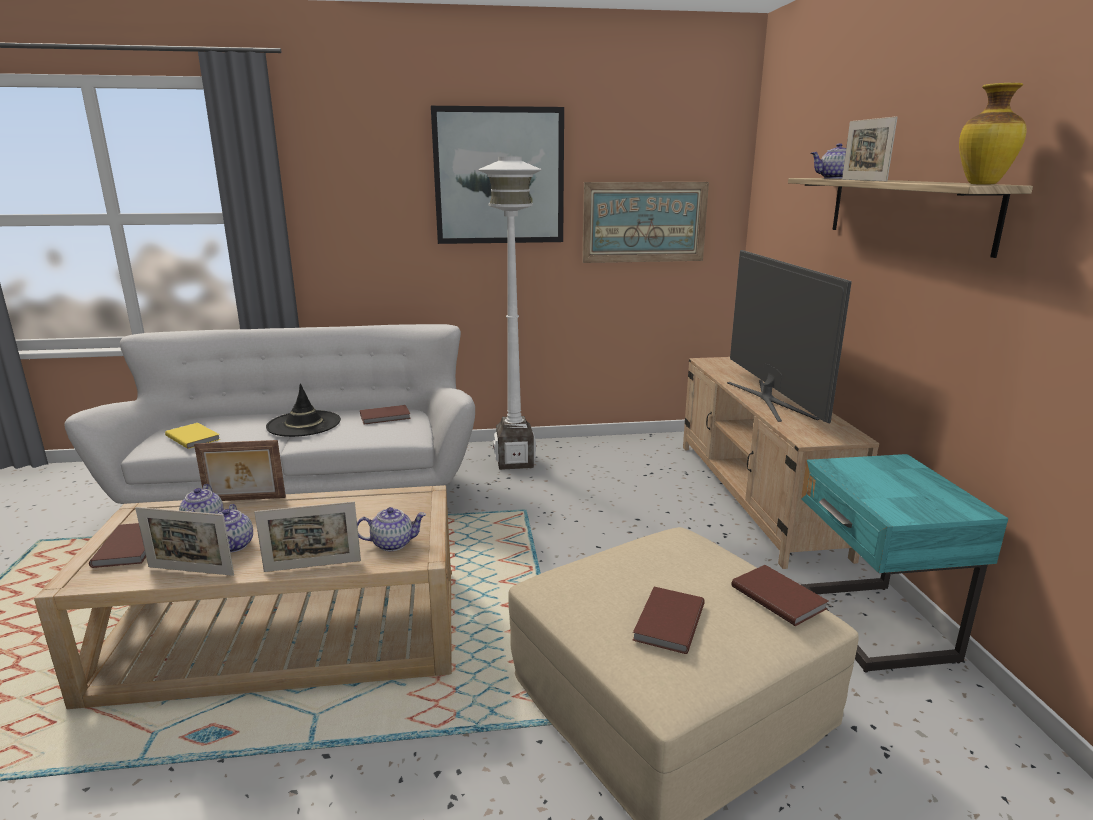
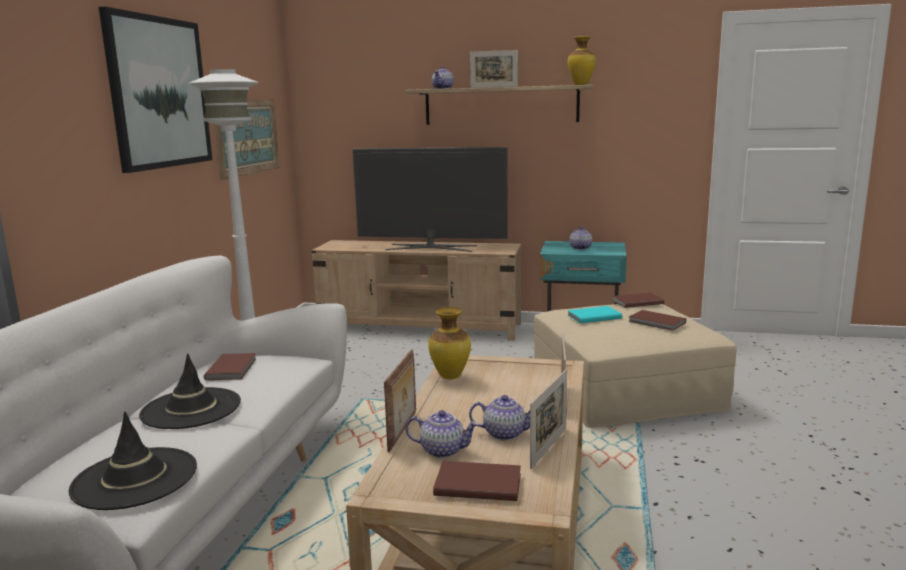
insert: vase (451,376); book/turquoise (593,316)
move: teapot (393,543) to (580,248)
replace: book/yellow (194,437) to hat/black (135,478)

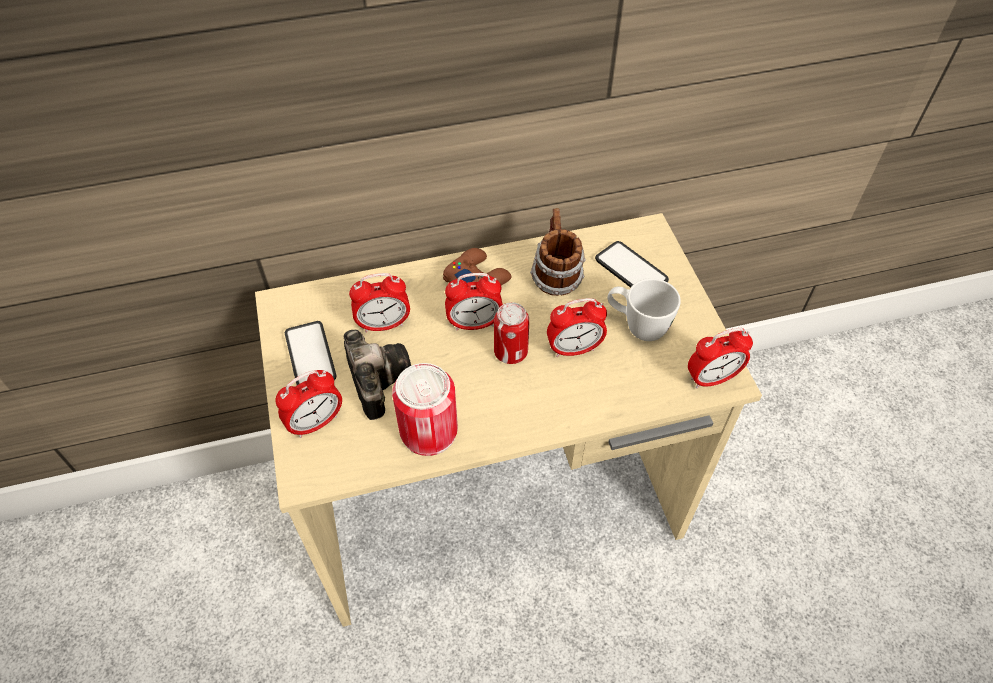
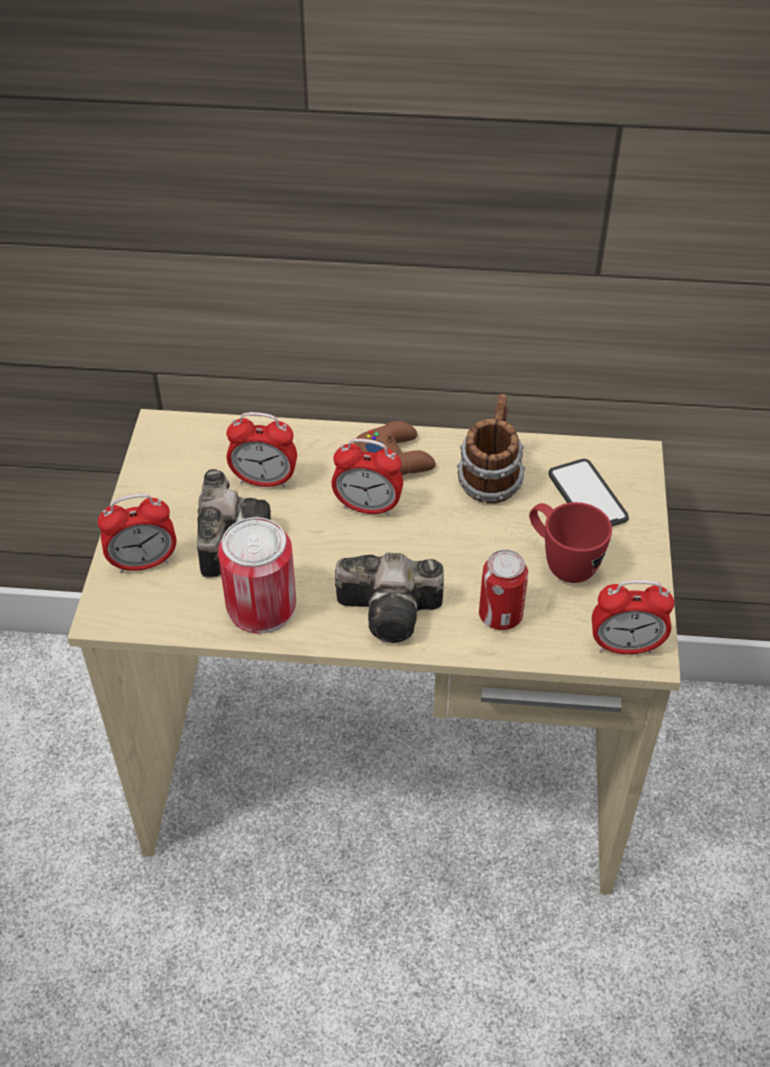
delete: phone (310,355); alarm clock (574,349)
insert: photo camera (394,611)
move: can (510,352) to (500,615)
recolor: mug/white (637,326) to mug/red (561,562)

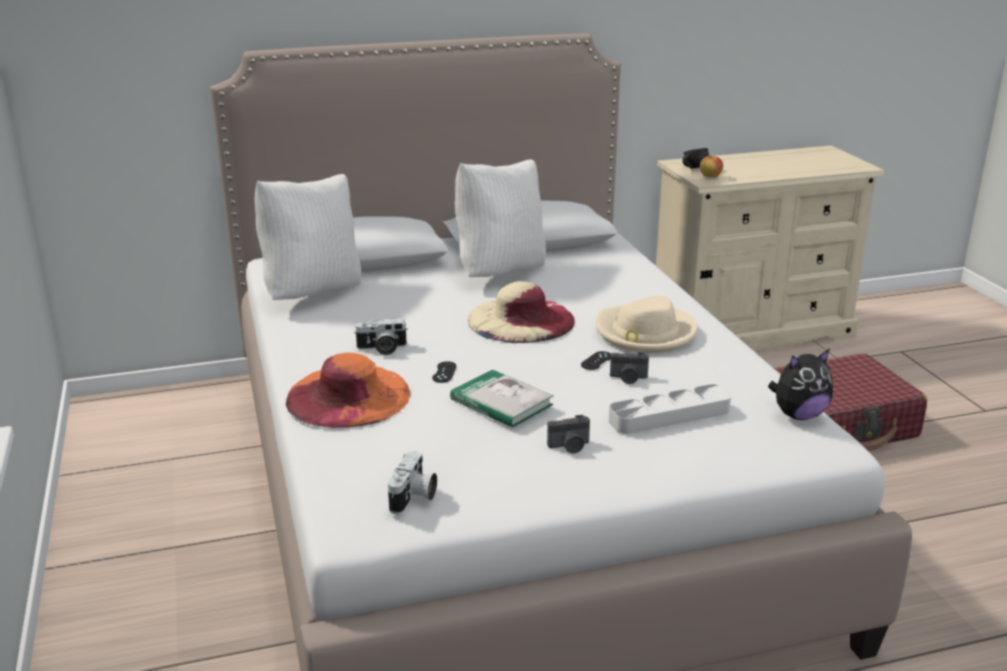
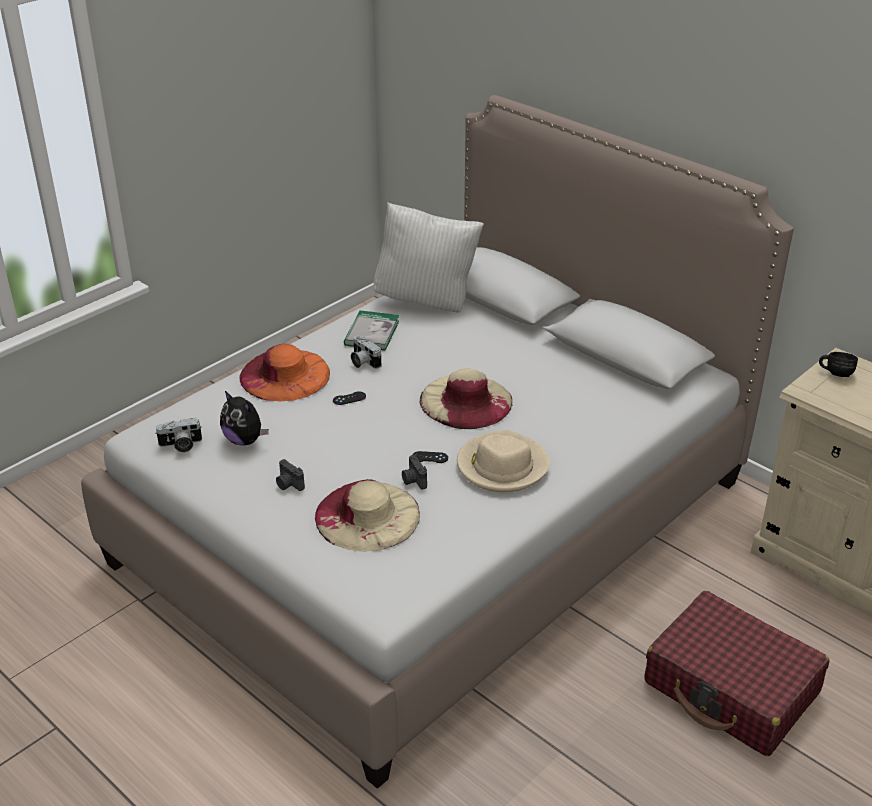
delete: pillow/white (500,271); apple (710,177)
move: plush toy (798,415) to (245,440); book (501,402) to (372,333)
replace: tray/grey (669,415) to hat/beige (367,515)

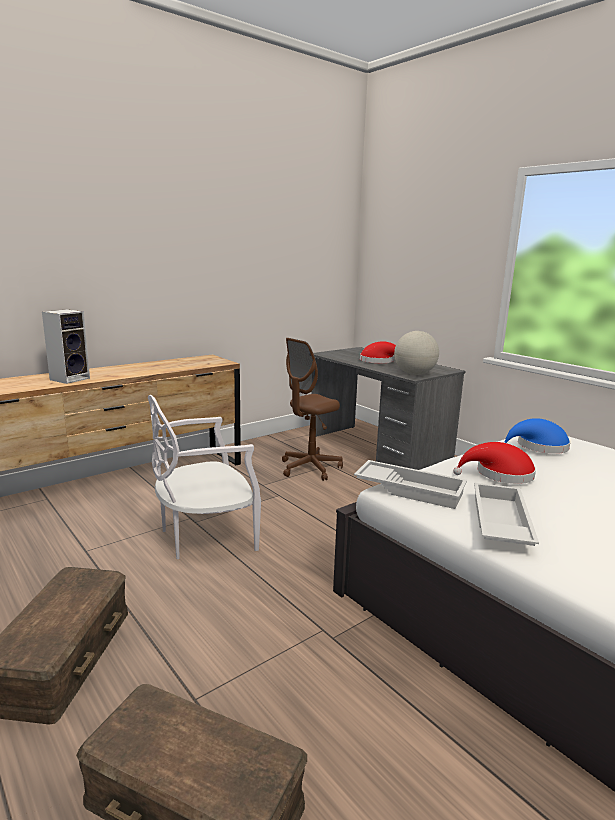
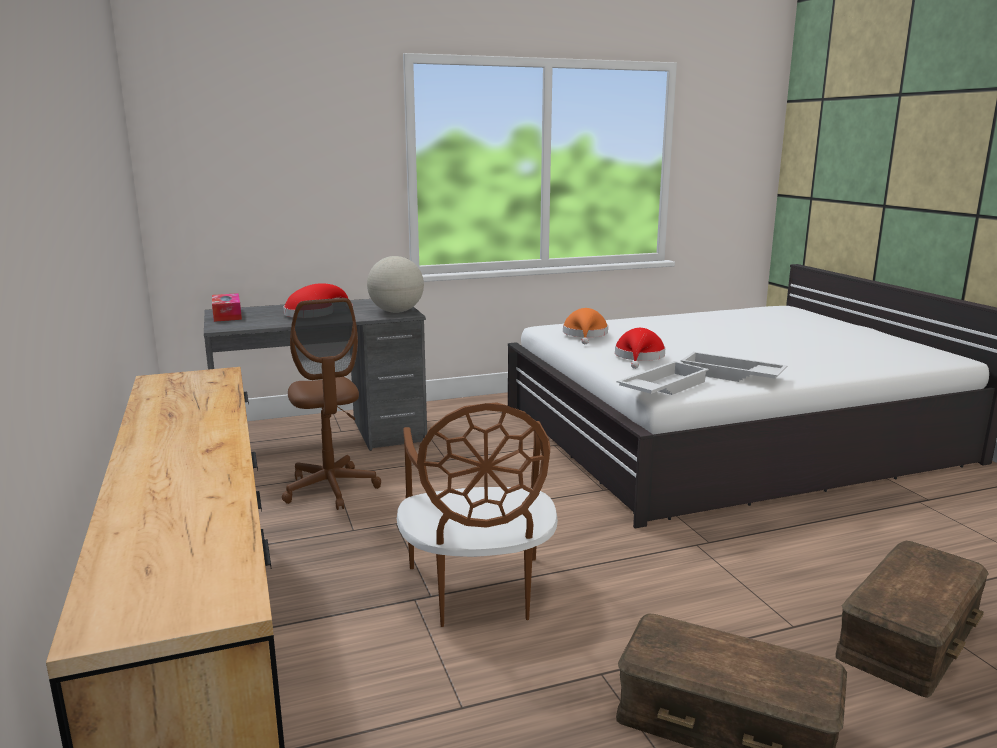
delete: speaker (70,378)
insert: tissue box (227,315)
recolor: chair/white (205,536) to chair/brown (478,592); hat/blue (538,447) to hat/orange (585,335)

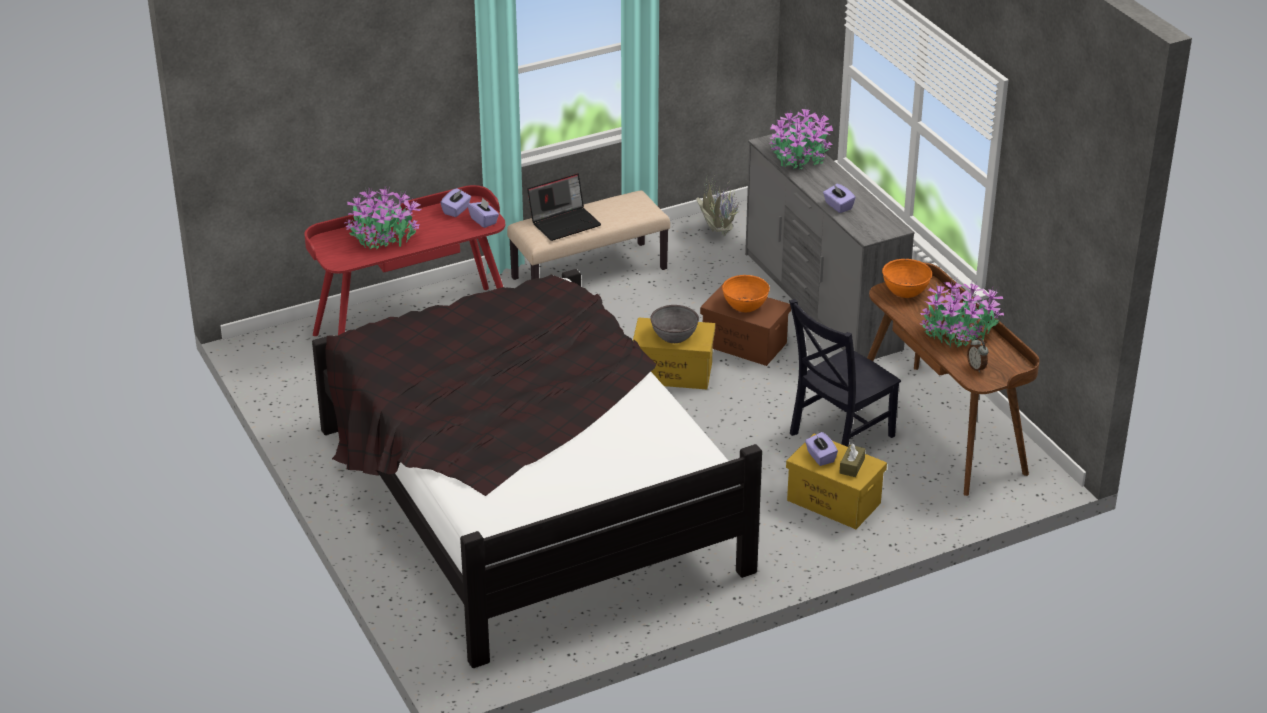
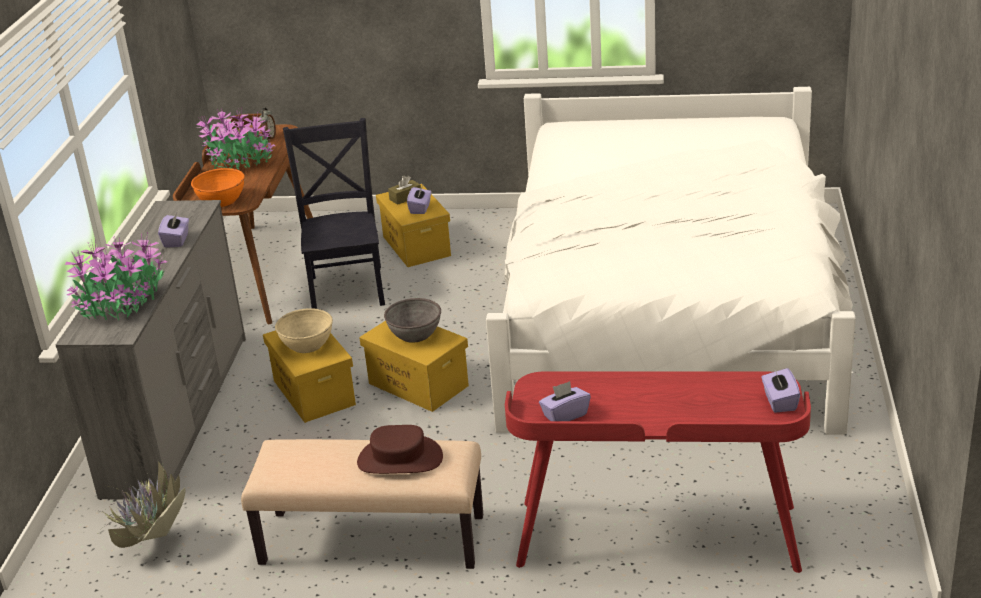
delete: potted plant (384,238)
move: tissue box/purple (483,221) to (779,402)
replace: laptop (565,222) to hat/brown (400,459)
recolor: storage box/brown (745,344) to storage box/yellow (313,392); bowl/orange (745,305) to bowl/beige (307,345); bed/black (526,497) to bed/white (669,313)
rotate: chair/black (838,436) = (347,288) 90 degrees counterclockwise

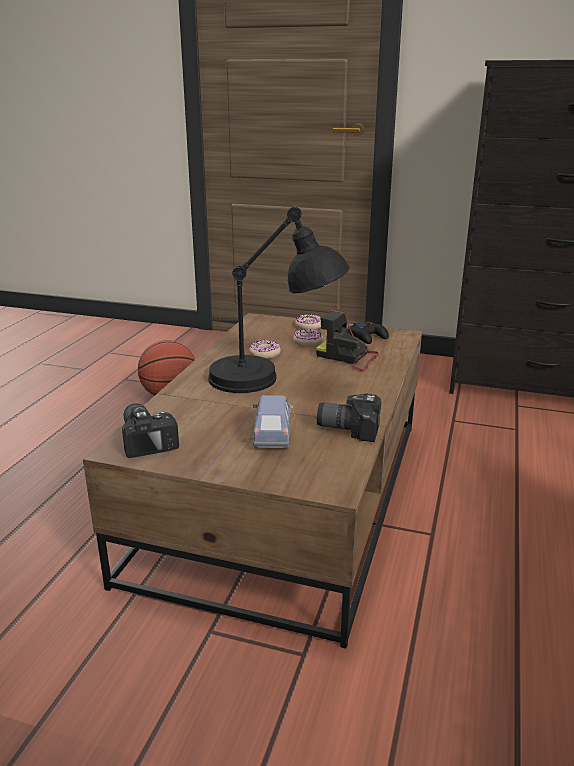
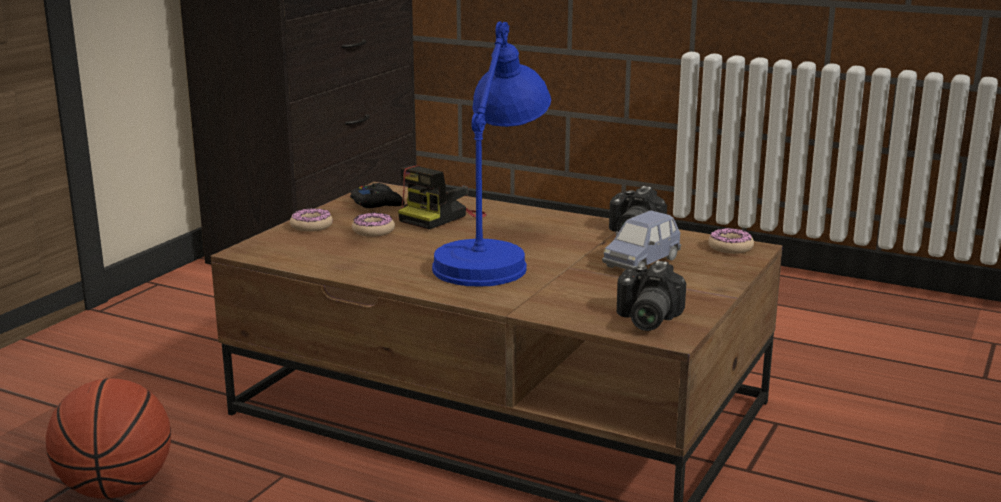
move: donut (264,354) to (730,247)
recolor: table lamp/black (274,380) to table lamp/blue (493,254)
rotate: toy car/blue (272,435) = (641,263) 60 degrees counterclockwise; photo camera (148,439) = (644,319) 60 degrees counterclockwise

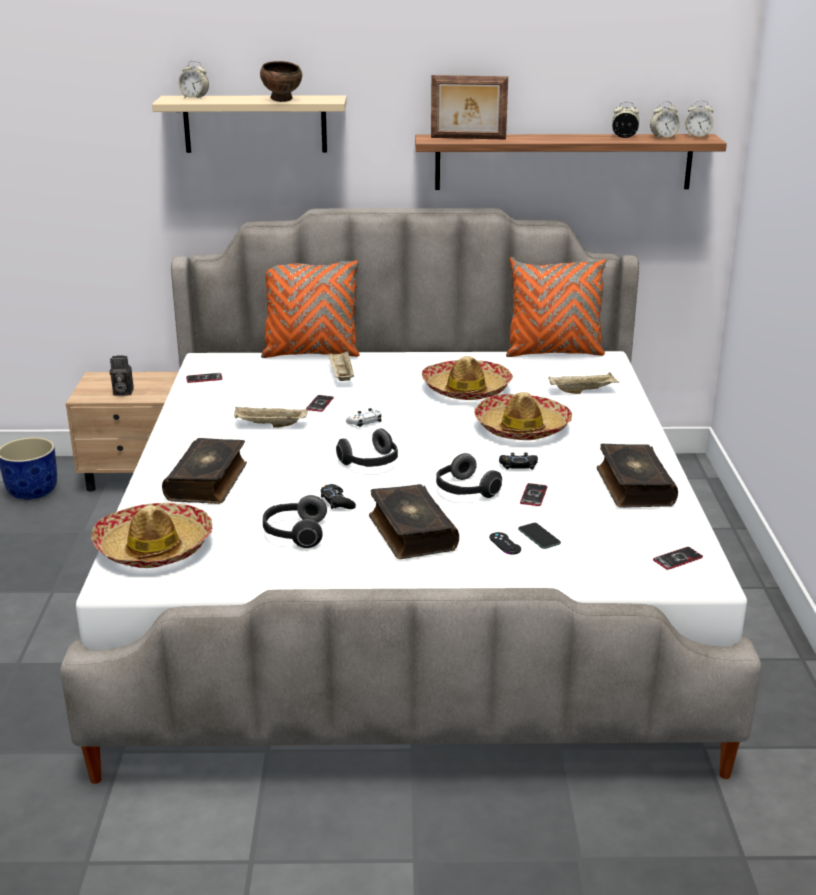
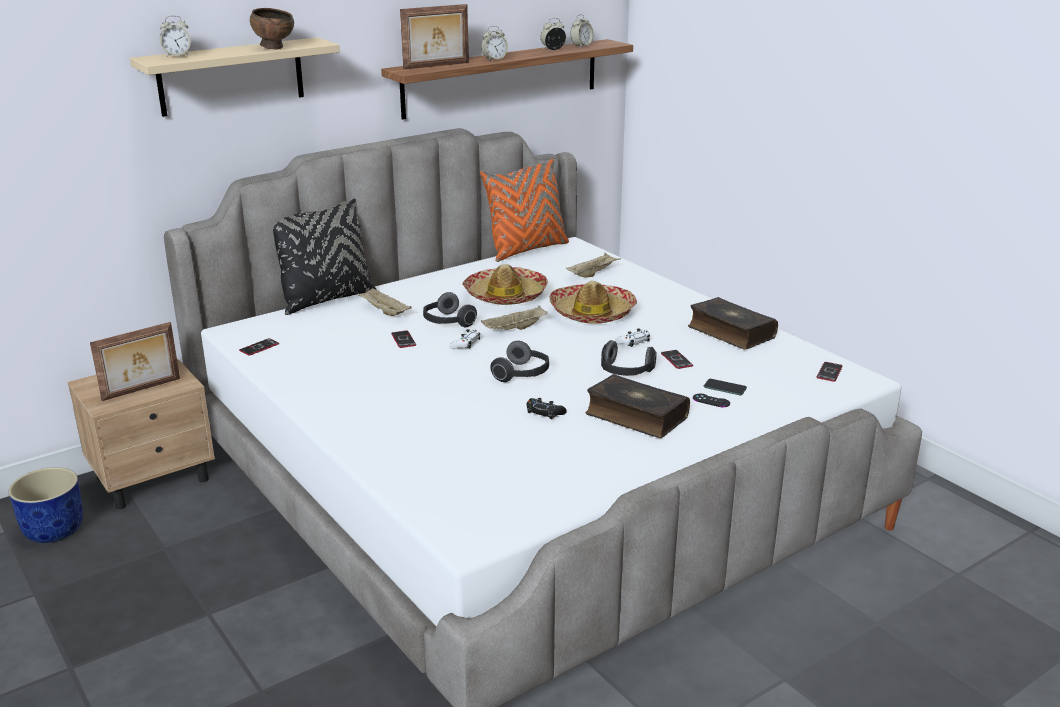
delete: hat (154,547); book (208,481)
move: headphones (294,534) to (447,322); alarm clock (697,137) to (494,59); tray/beige (270,425) to (514,329)
replace: photo camera (122,392) to picture frame (142,390)
recolor: pillow/orange (311,353) to pillow/black (326,300); game controller/black (518,466) to game controller/white (633,342)

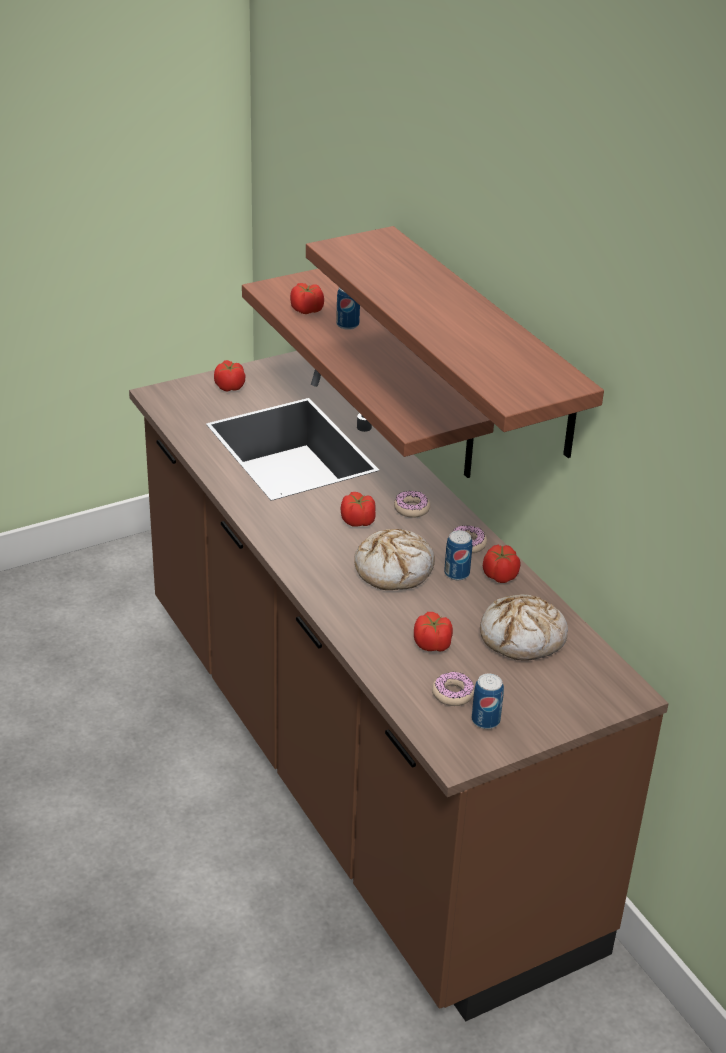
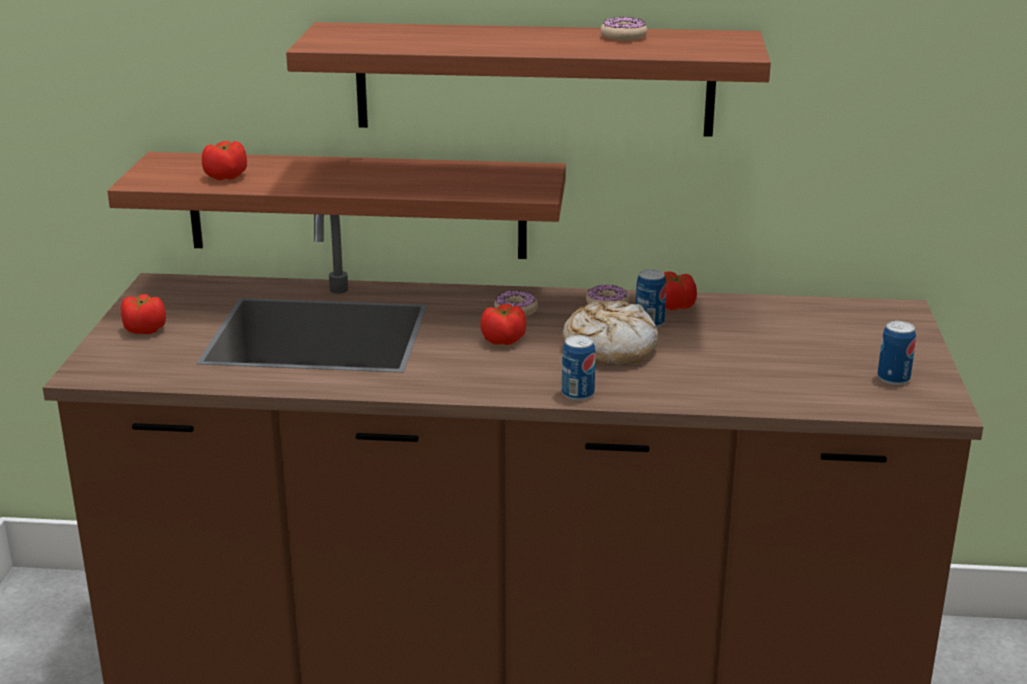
delete: tomato (432,644); bread (522,637)
move: can (347,325) to (577,394); donut (452,694) to (623,36)

